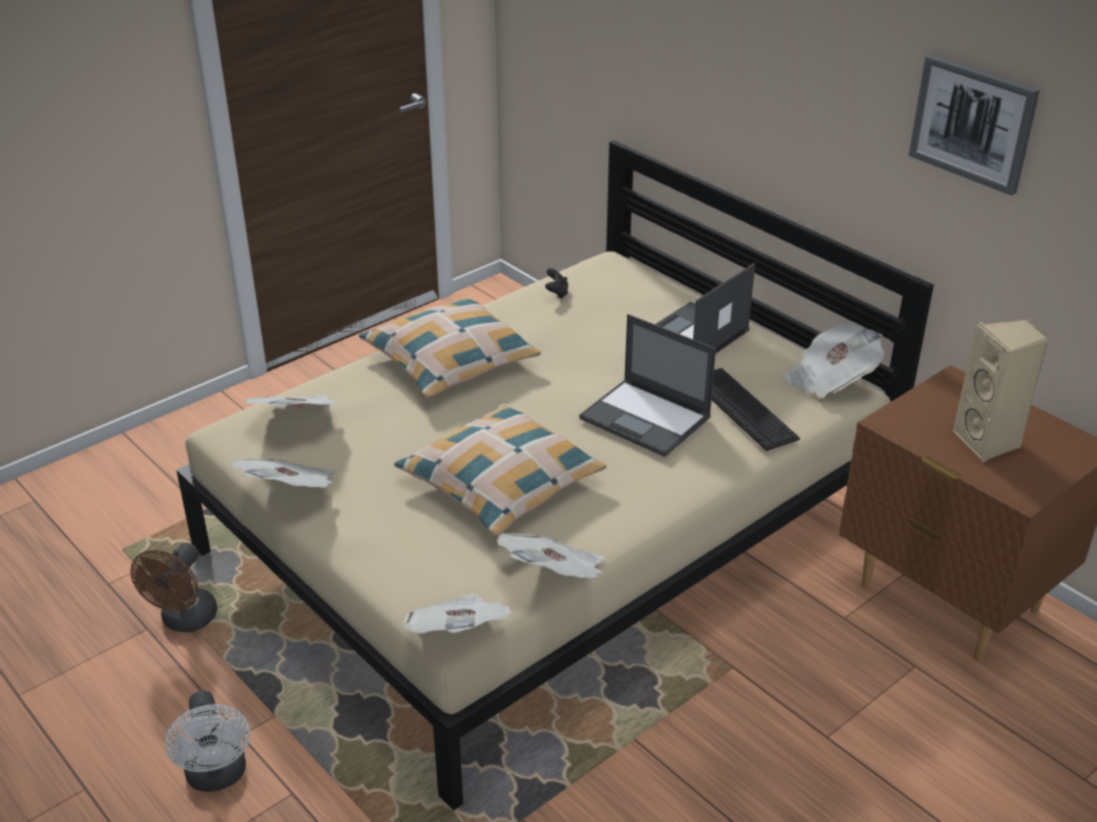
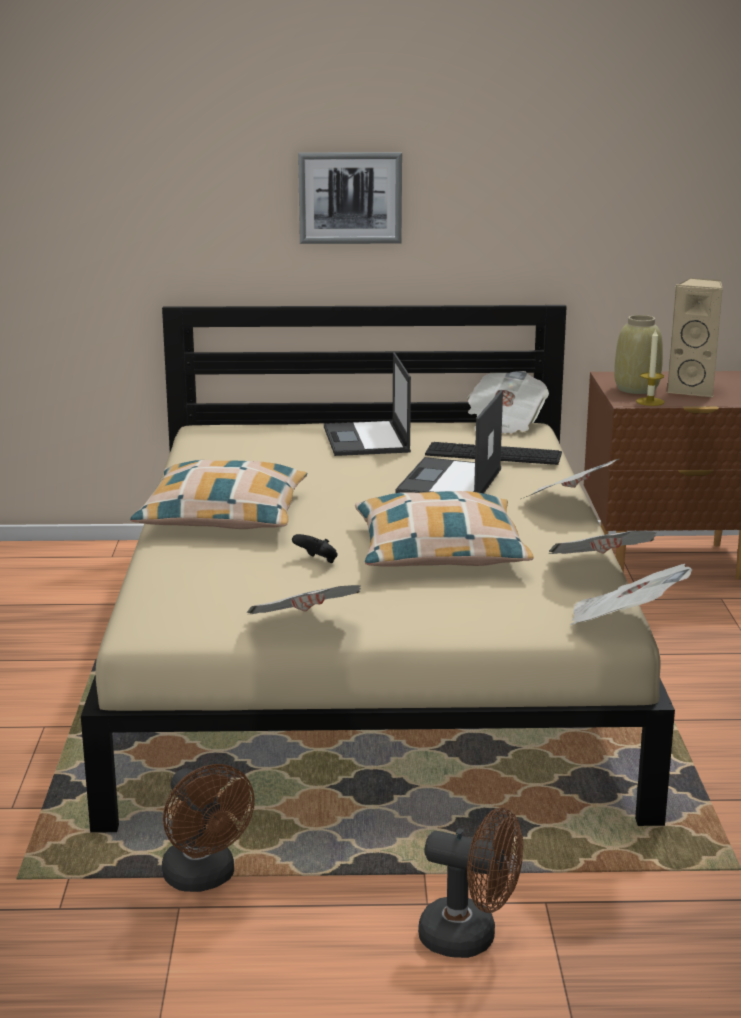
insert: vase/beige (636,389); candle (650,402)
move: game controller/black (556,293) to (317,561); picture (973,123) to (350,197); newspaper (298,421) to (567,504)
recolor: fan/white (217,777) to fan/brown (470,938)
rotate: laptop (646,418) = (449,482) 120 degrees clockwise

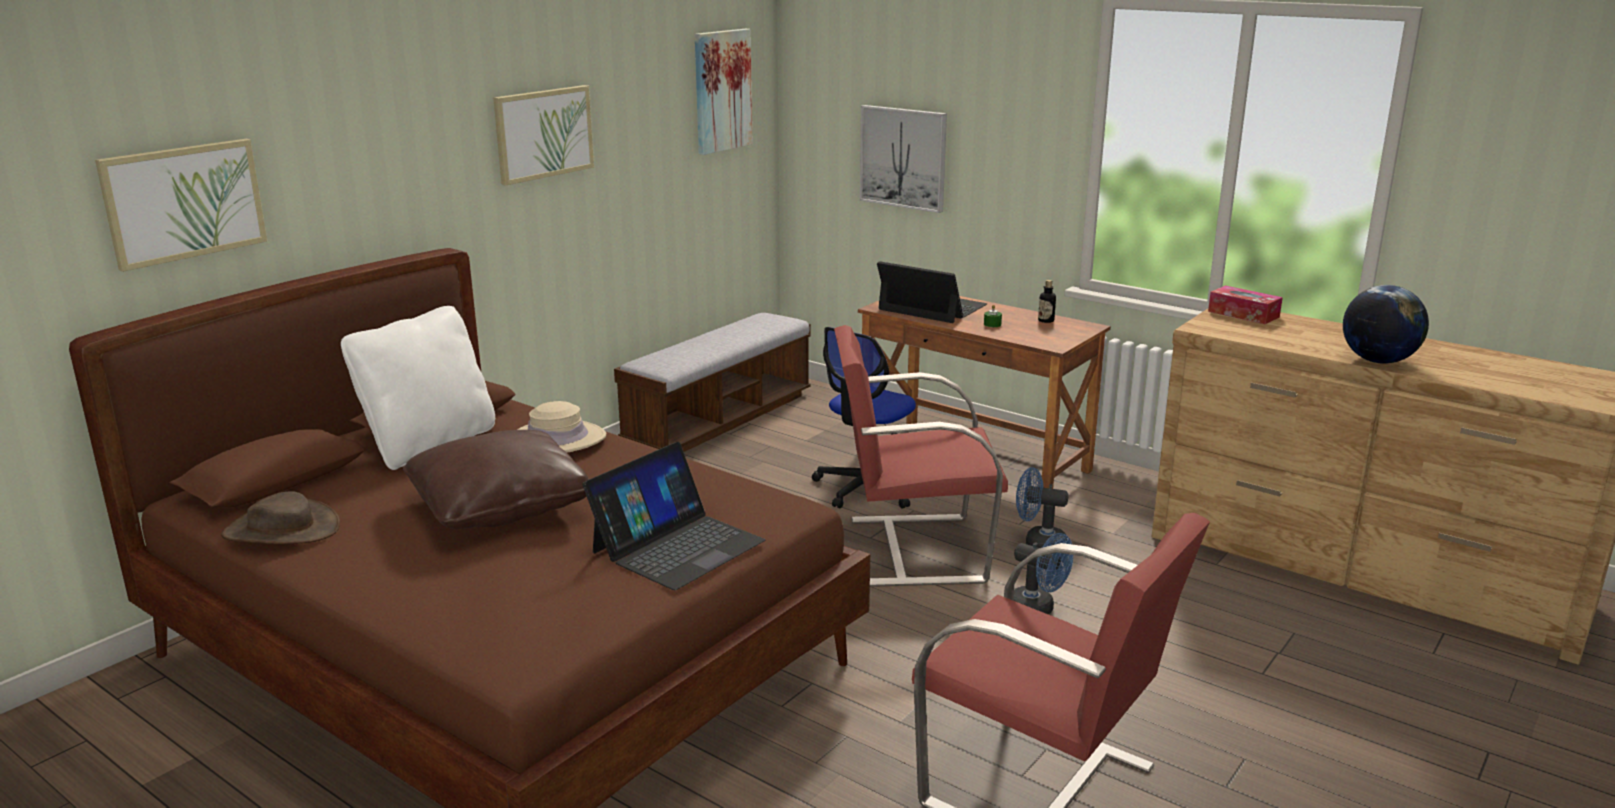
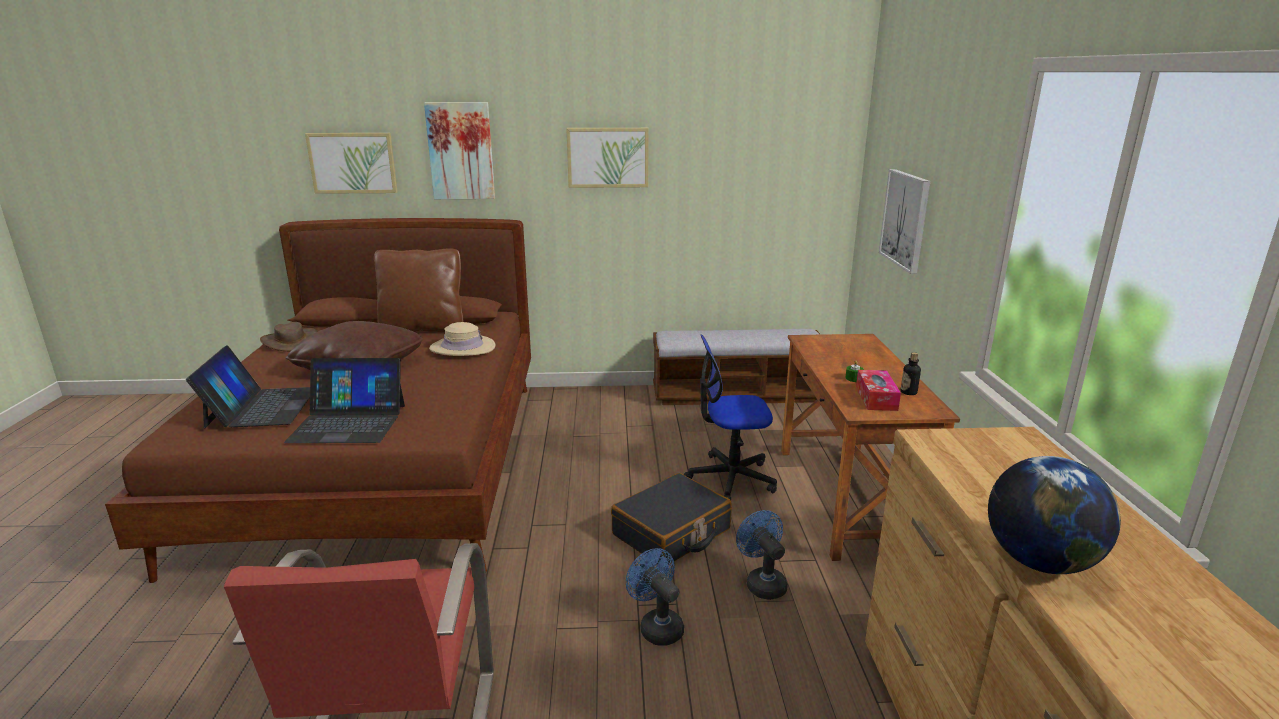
move: laptop (932,307) to (261,407); picture (722,91) to (461,151); tissue box (1243,314) to (876,398)
replace: armchair/red (913,549) to suitcase/black (671,533)
recolor: pillow/white (429,444) to pillow/brown (423,328)
rotate: fan/blue (1038,609) = (657,626) 150 degrees clockwise

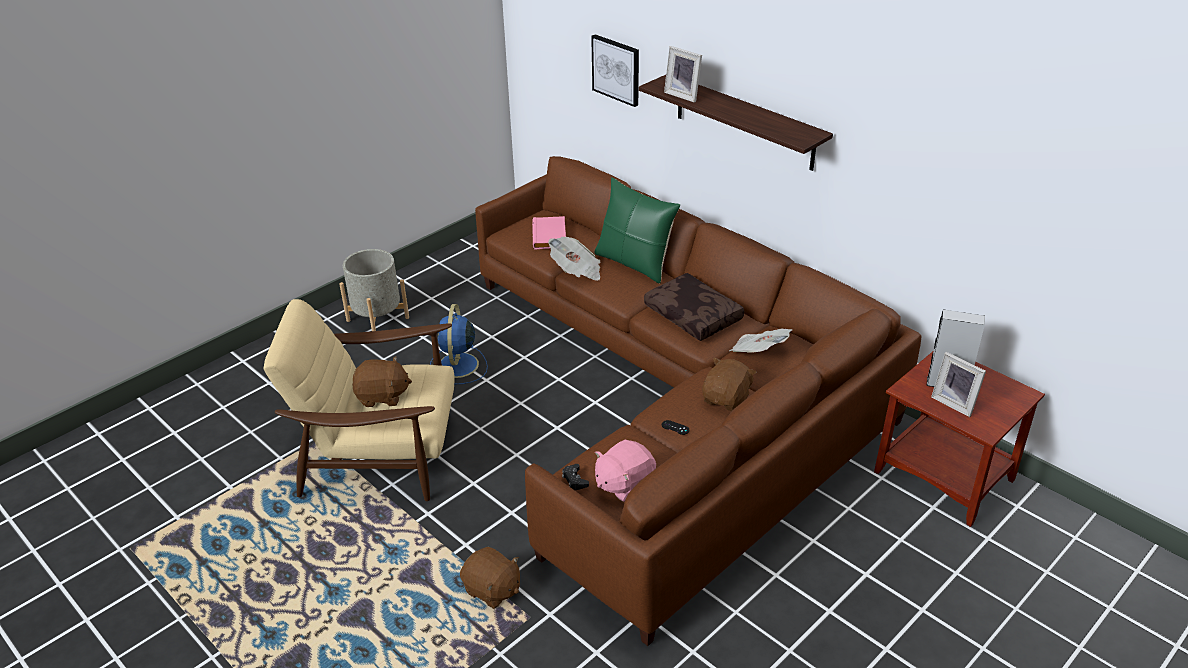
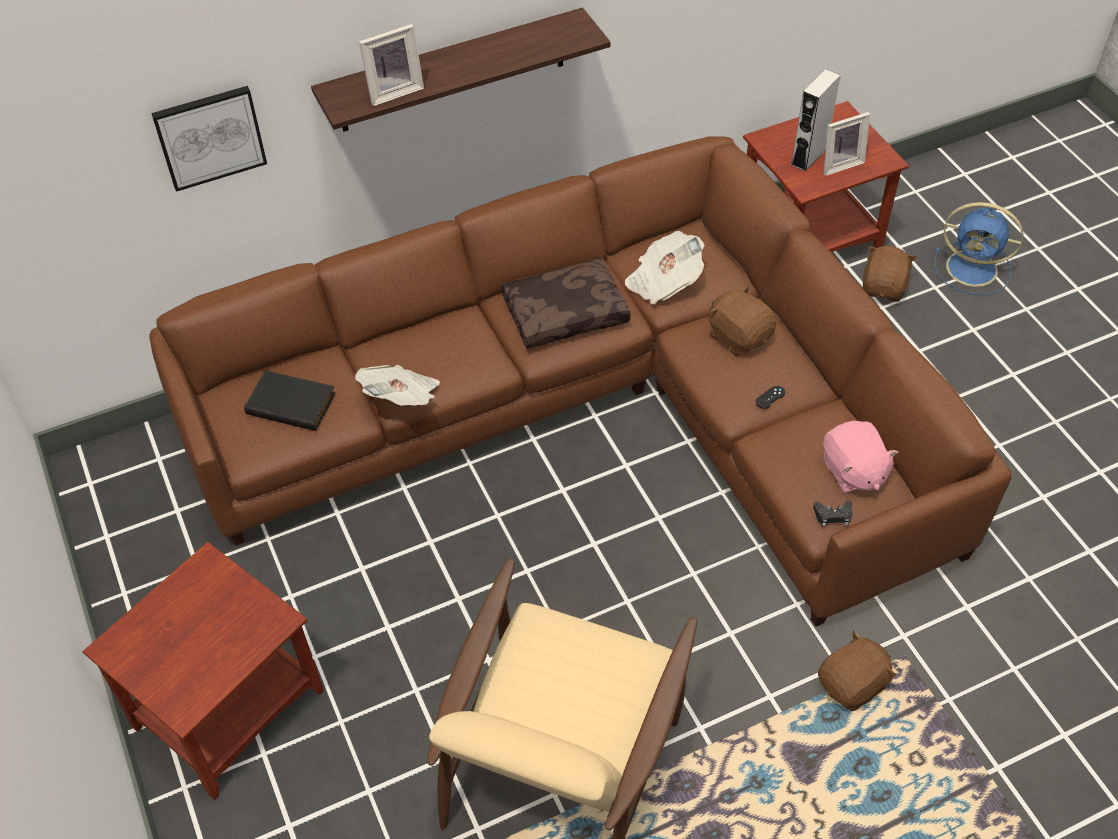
delete: pillow/green (634,263)
move: plush toy/brown (382,396) to (883,287); fan/blue (458,366) to (974,269)
replace: planter/grey (377,319) to side table/brown (230,710)
recolor: book/pink (550,236) to book/black (292,402)

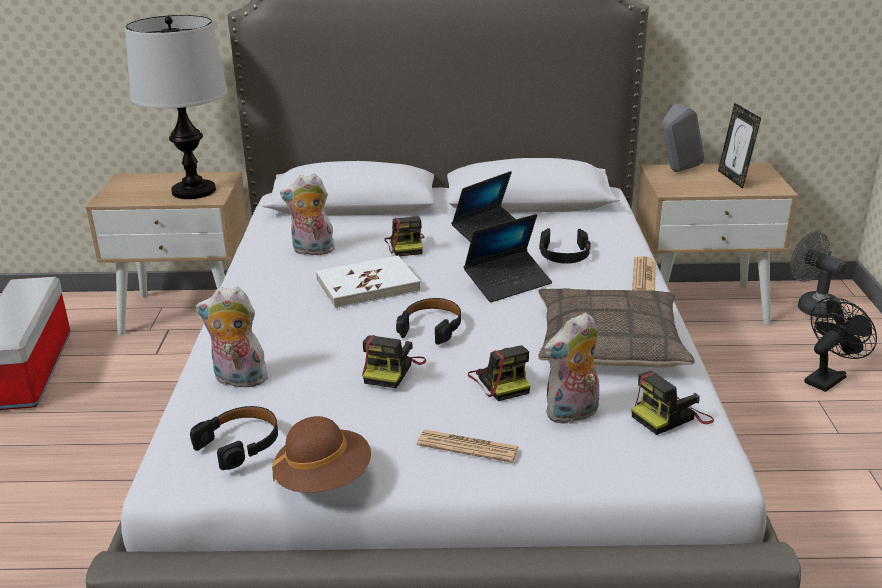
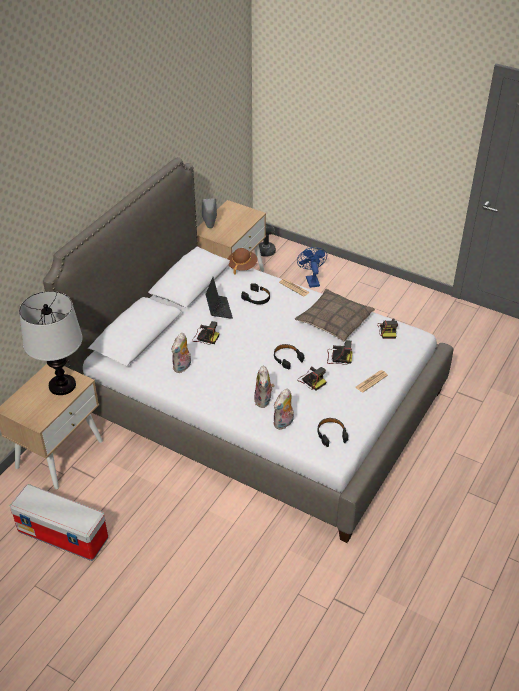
delete: book/white (367,286); laptop (508,283); picture frame (734,179)
move: hat/brown (324,479) to (242,266); plush toy (572,414) to (264,400)
recolor: fan/black (828,378) to fan/blue (311,280)

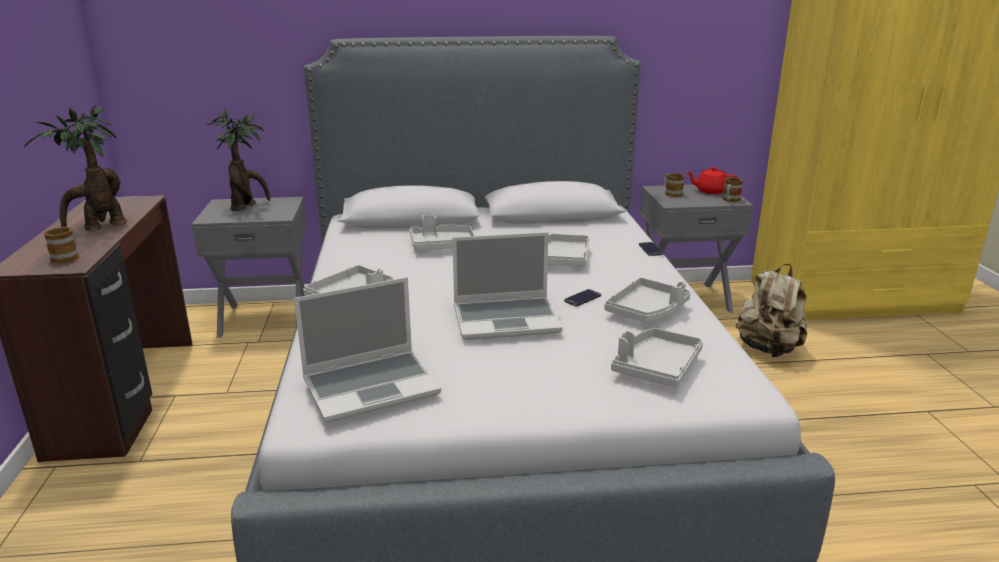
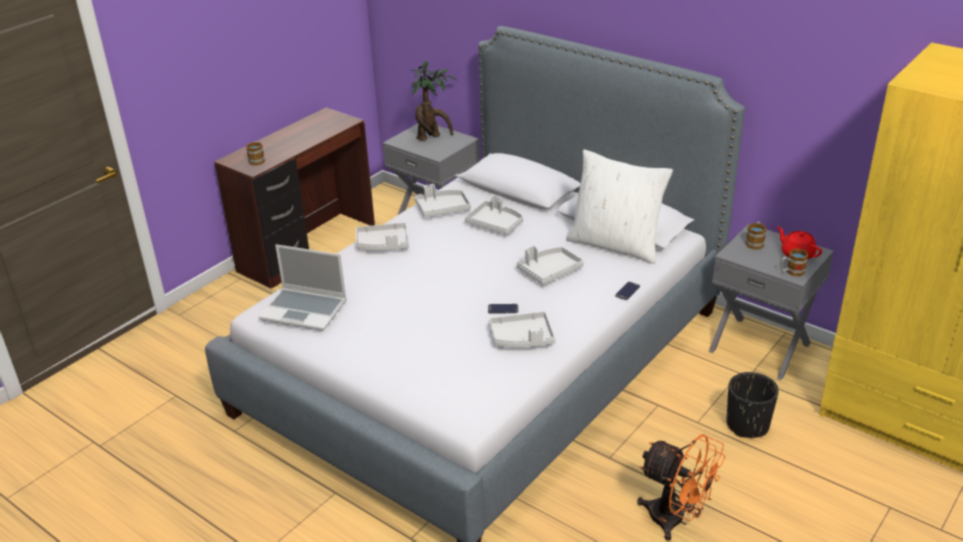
delete: potted plant (99,227); laptop (507,319)
insert: pillow/white (616,244); fan/orange (676,520)
move: tray/grey (656,367) to (442,209)
replace: backpack/beige (768,349) to planter/black (747,425)

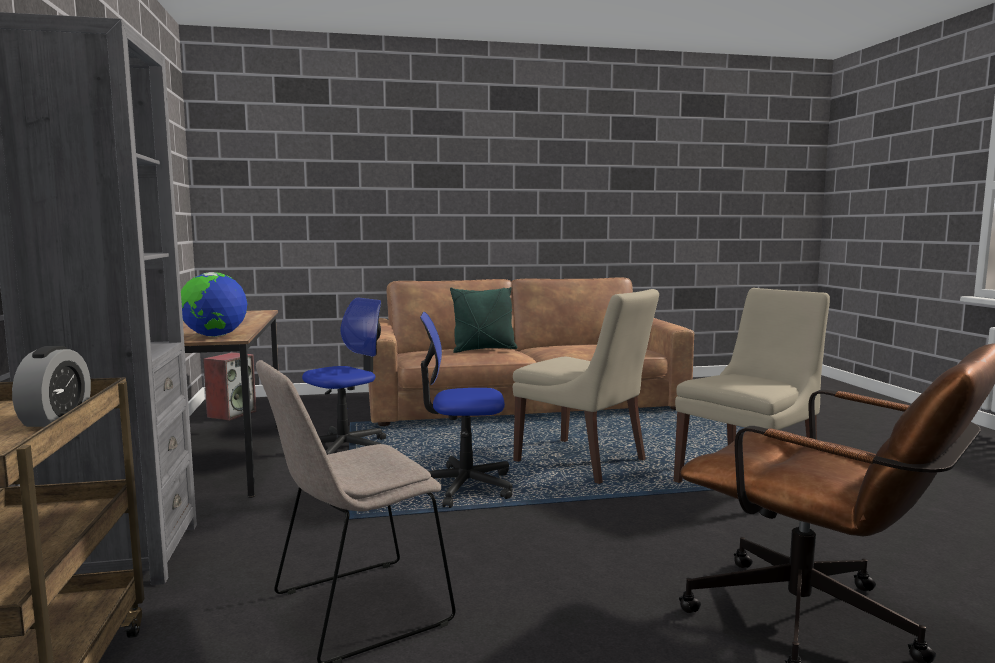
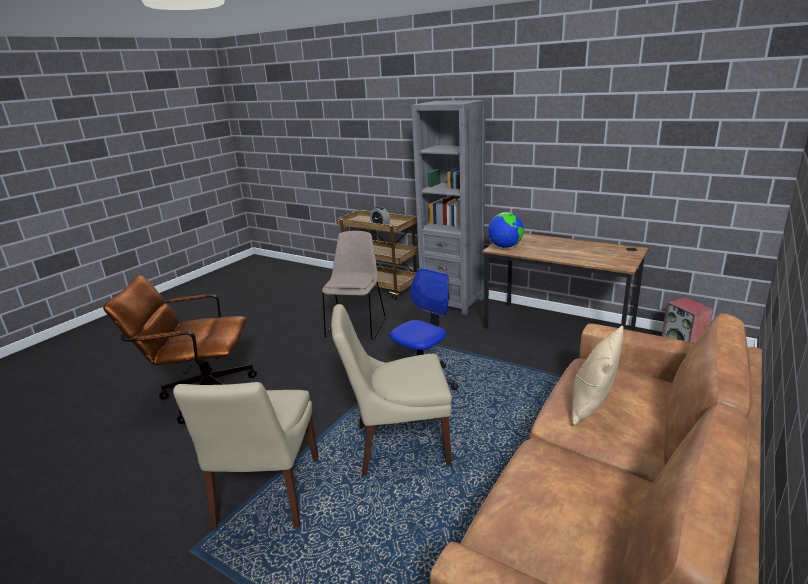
delete: office chair (345,449)
recolor: pillow/green (483,350) to pillow/beige (591,406)

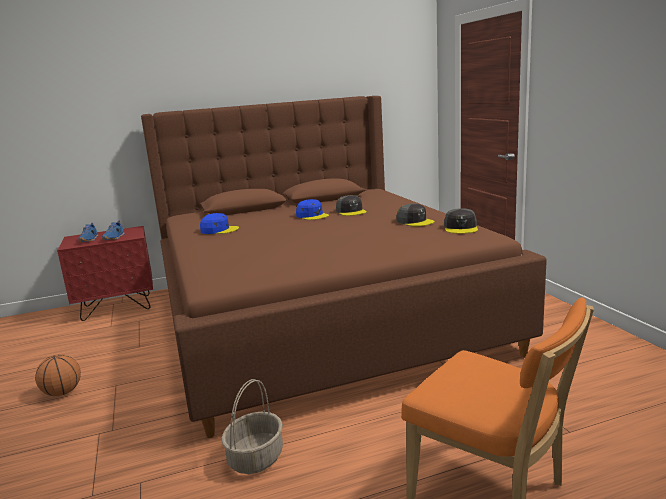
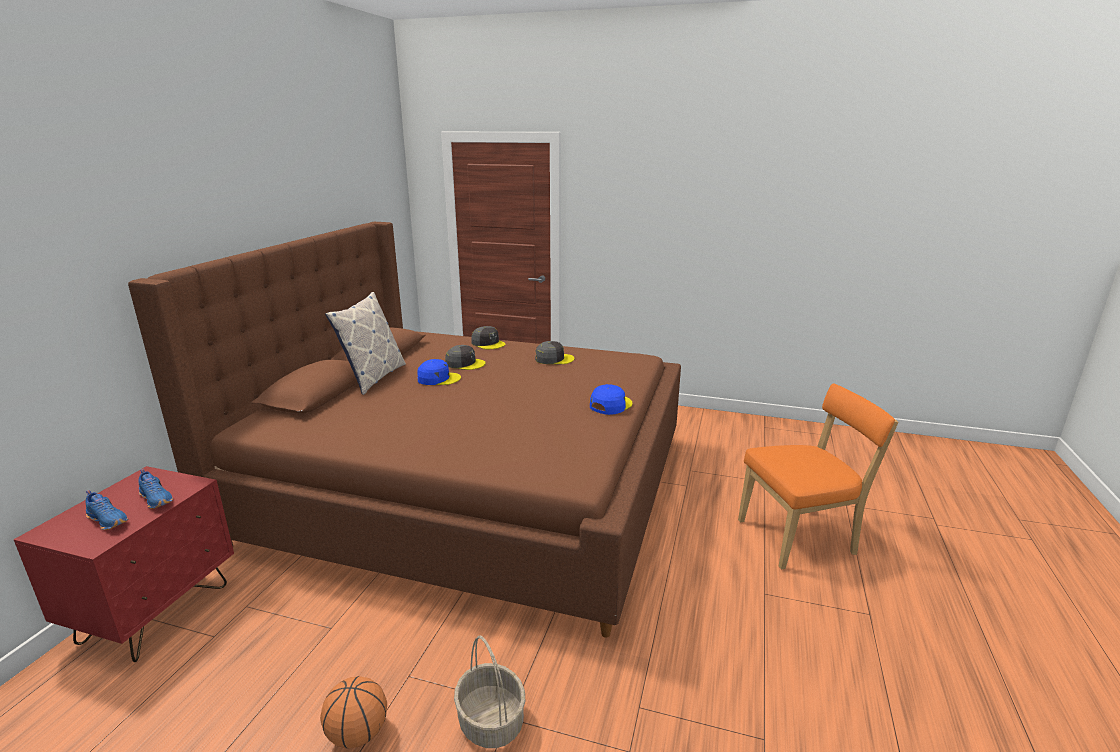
insert: pillow (373,377)
move: basket (255,457) to (490,722); cap/grey (461,228) to (488,343); cap/blue (219,230) to (610,405)

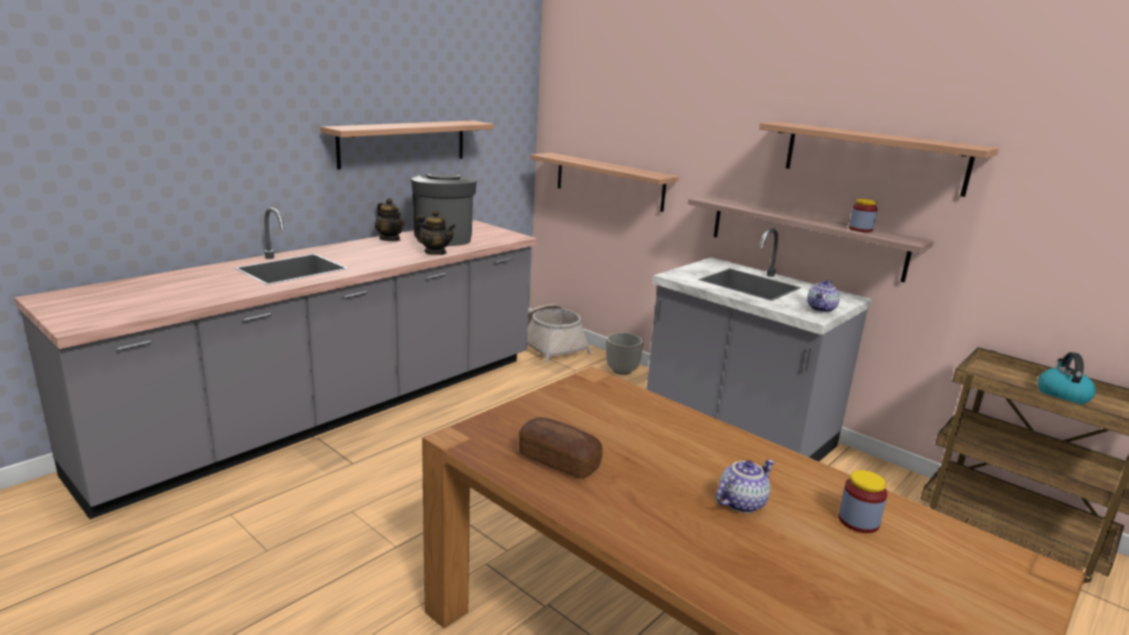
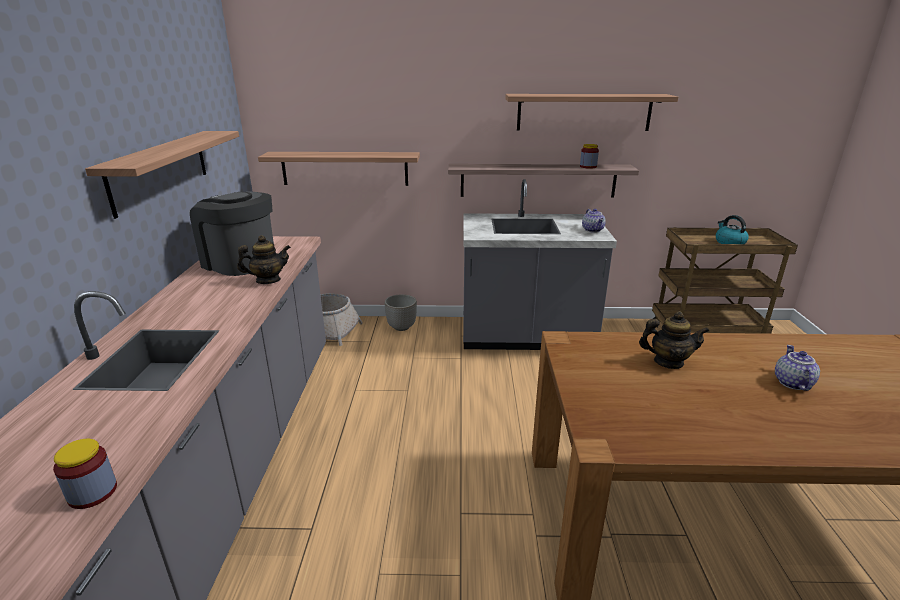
delete: bread (559,461)
move: jar (858,521) to (92,492); teapot (390,239) to (668,362)

